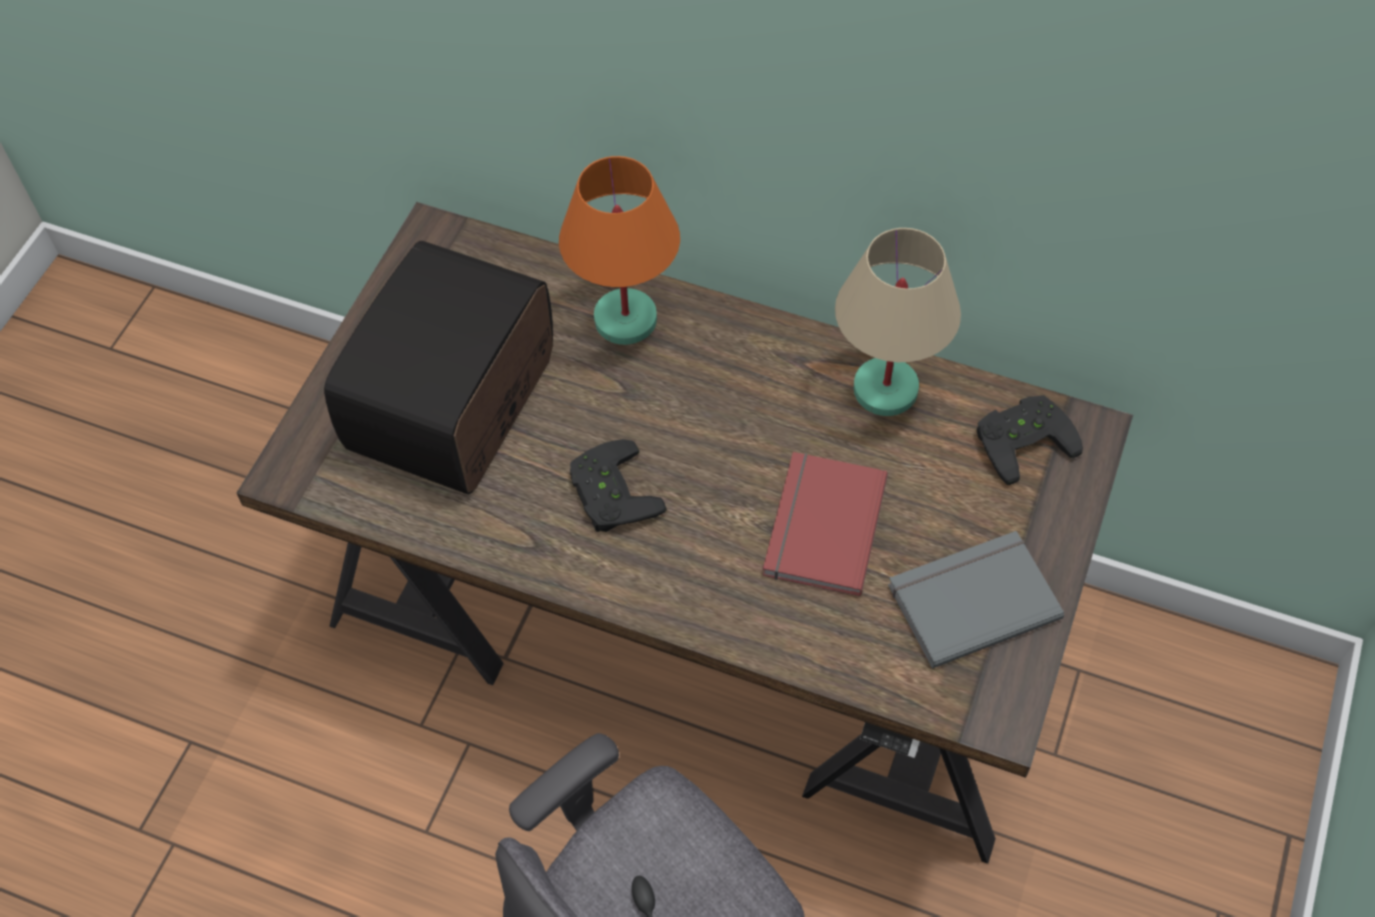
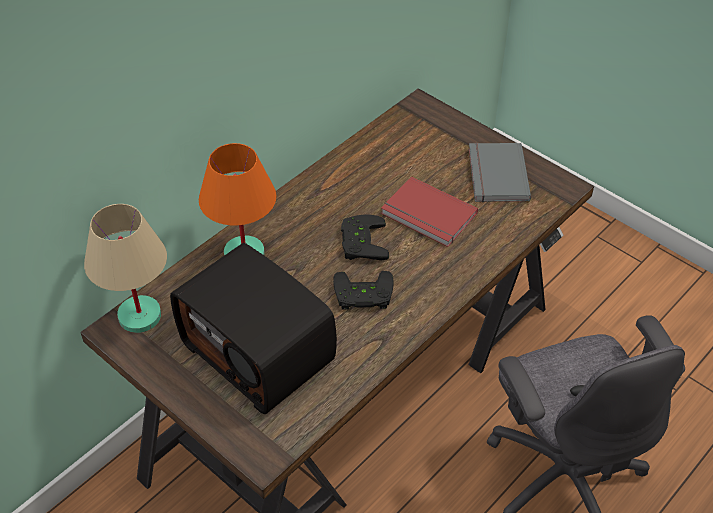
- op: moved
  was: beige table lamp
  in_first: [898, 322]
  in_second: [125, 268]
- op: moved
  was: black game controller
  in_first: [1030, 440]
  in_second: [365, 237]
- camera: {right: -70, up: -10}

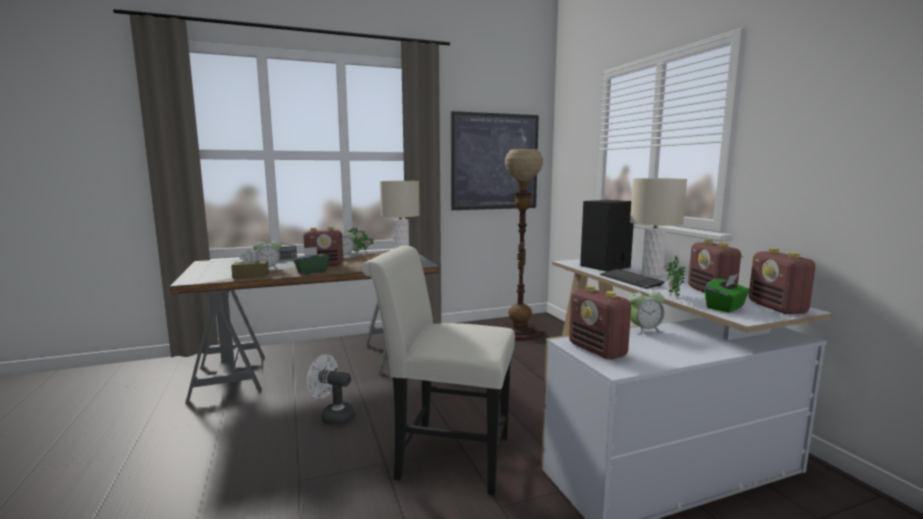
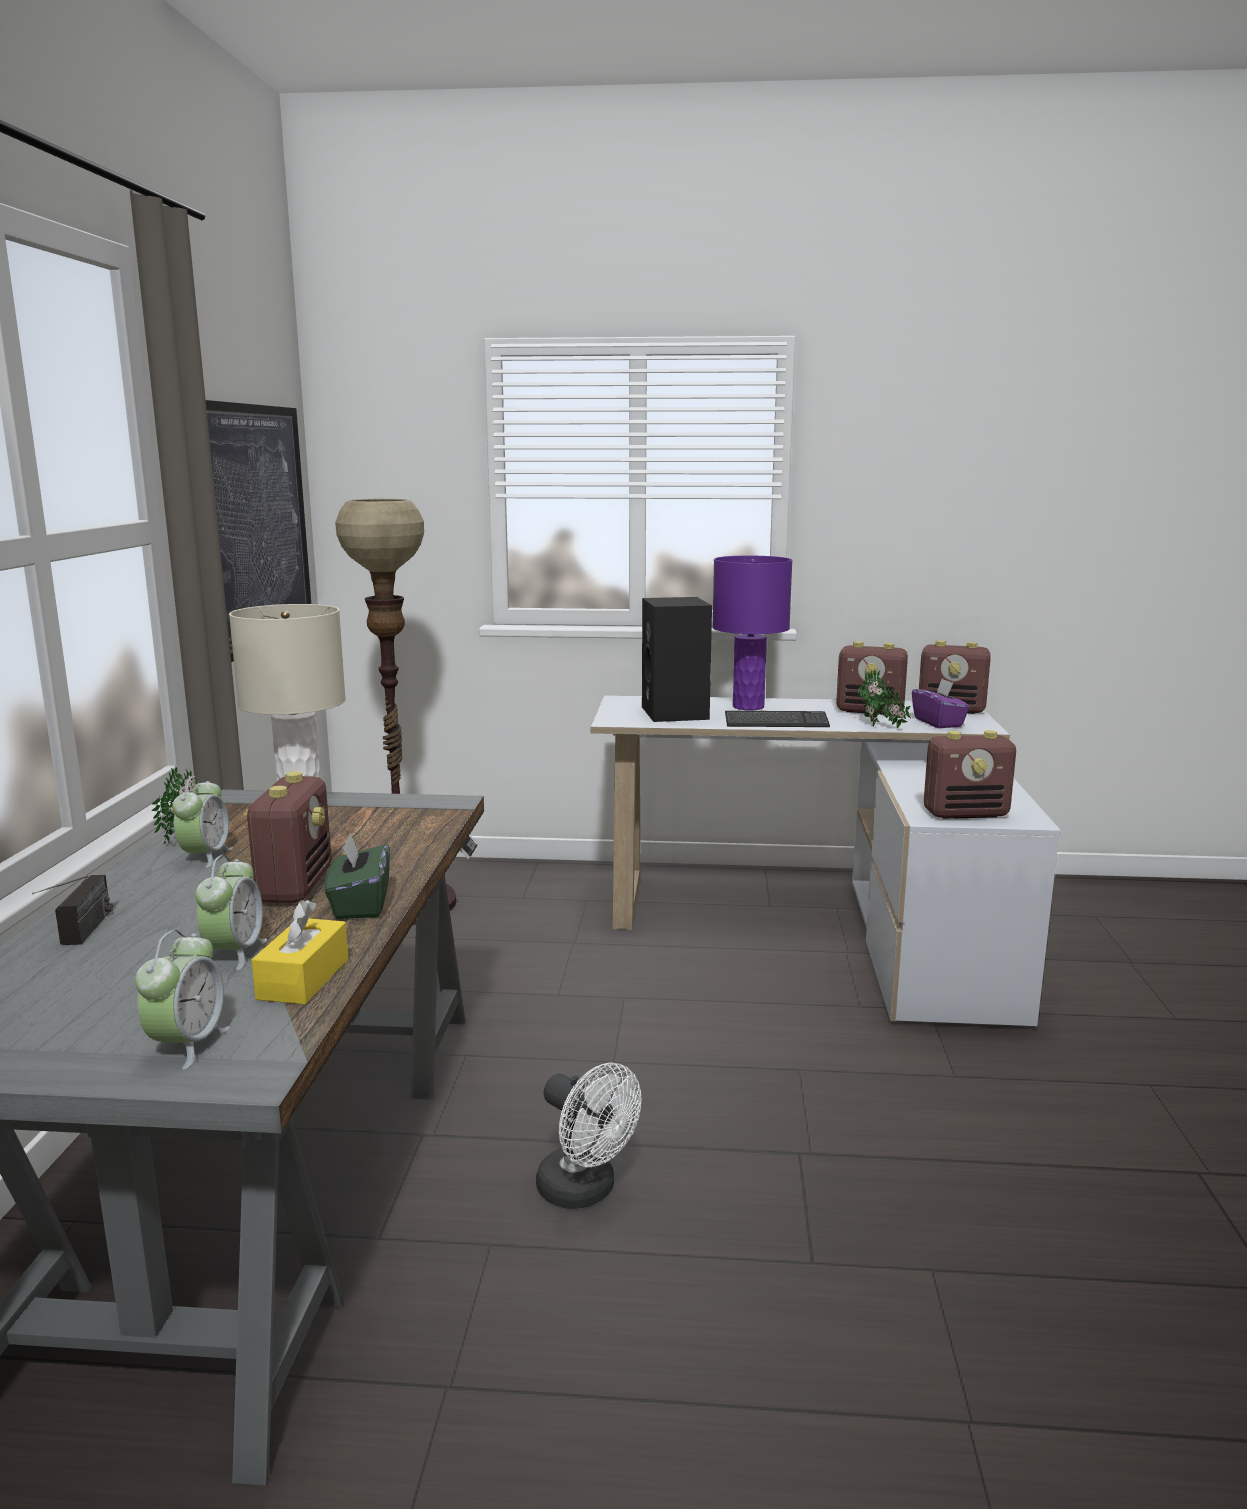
- op: recoloured
  was: brown tissue box
  now: yellow tissue box
  in_first: [250, 264]
  in_second: [300, 952]
- op: turned
  was: white fan
  in_first: [331, 389]
  in_second: [589, 1136]
  clockwise: -90
- op: removed
  was: white chair
  in_first: [438, 370]
- op: moved
  was: alarm clock
  in_first: [647, 310]
  in_second: [182, 1000]
- op: recoloured
  was: beige table lamp
  now: purple table lamp
  in_first: [658, 227]
  in_second: [752, 633]
- op: recoloured
  was: green tissue box
  now: purple tissue box
  in_first: [727, 293]
  in_second: [941, 703]
- camera: {right: -65, up: 5}

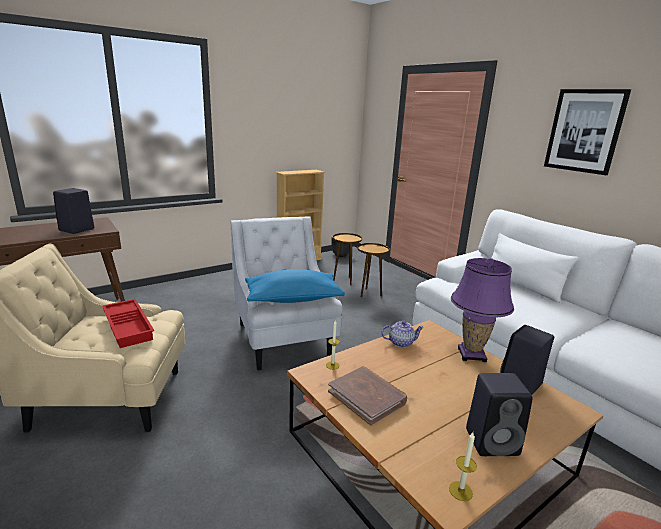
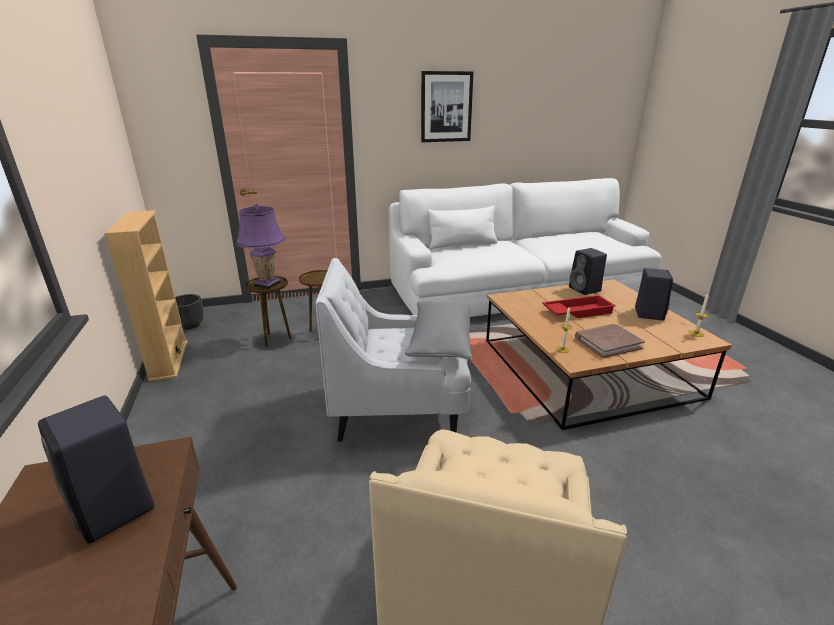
- op: moved
  was: red tray
  in_first: [128, 323]
  in_second: [579, 306]
- op: recoloured
  was: blue pillow
  now: grey pillow
  in_first: [295, 286]
  in_second: [438, 331]
- op: removed
  was: teapot
  in_first: [402, 334]
- op: moved
  was: purple table lamp
  in_first: [482, 310]
  in_second: [260, 246]
- camera: {right: -70, up: 5}

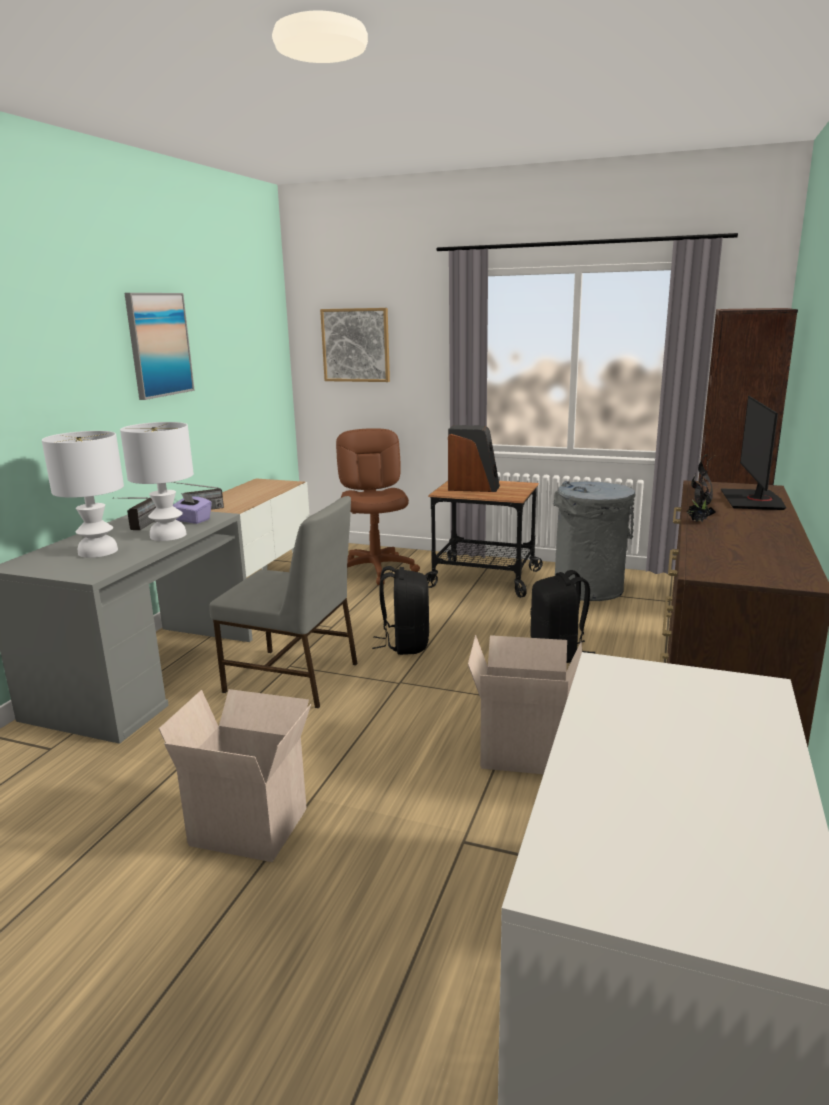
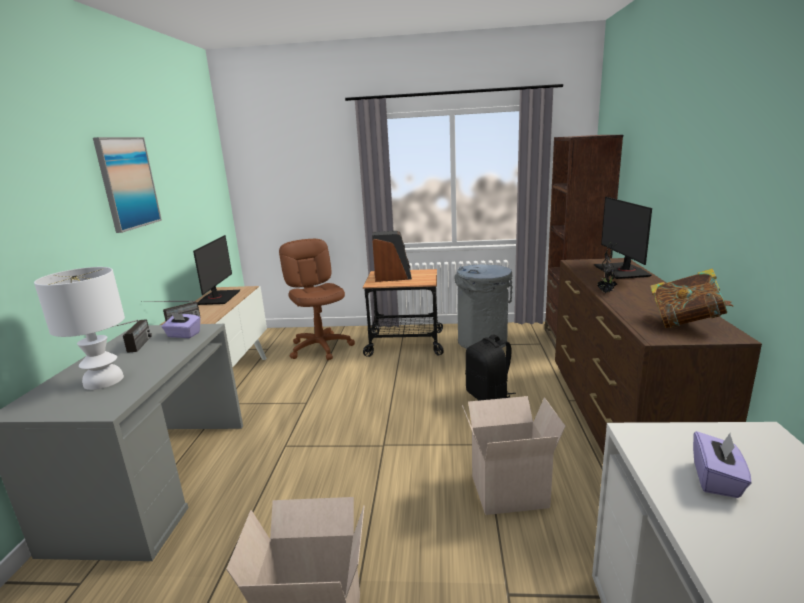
- op: removed
  was: white table lamp
  in_first: [157, 481]
- op: removed
  was: grey chair
  in_first: [283, 602]
- op: removed
  was: picture
  in_first: [355, 345]
- op: removed
  was: black backpack
  in_first: [400, 610]
- op: added
  now: monitor
  in_second: [216, 270]
- op: added
  now: book
  in_second: [691, 298]
- op: added
  now: purple tissue box
  in_second: [722, 464]
- camera: {right: -15, up: 0}

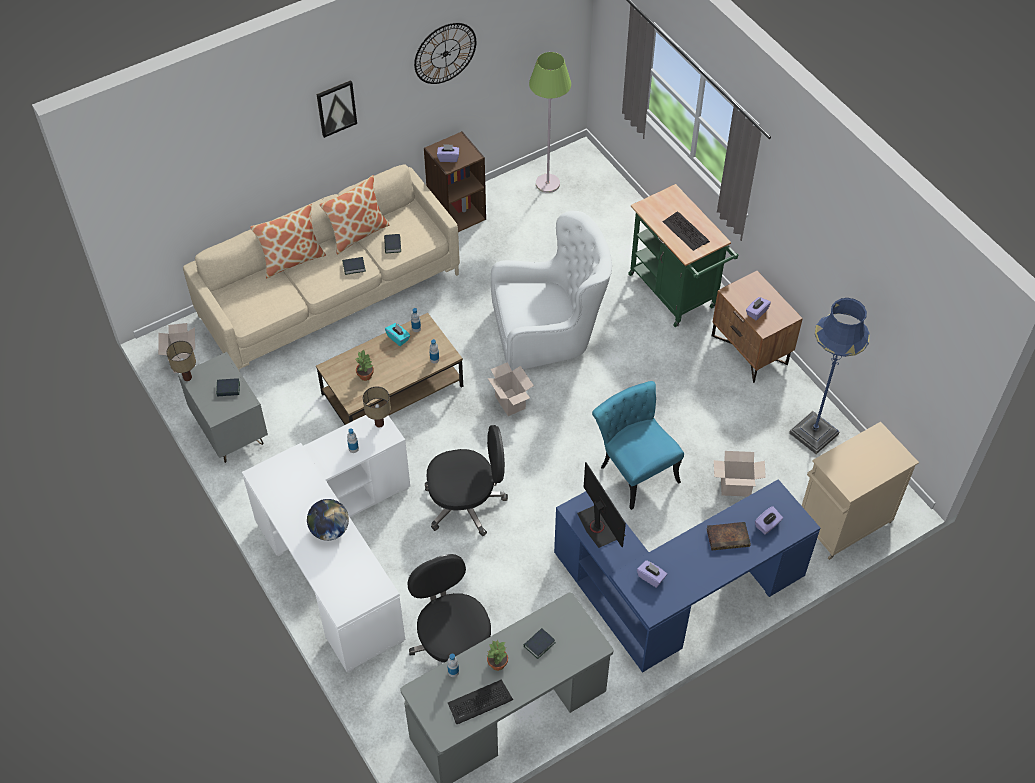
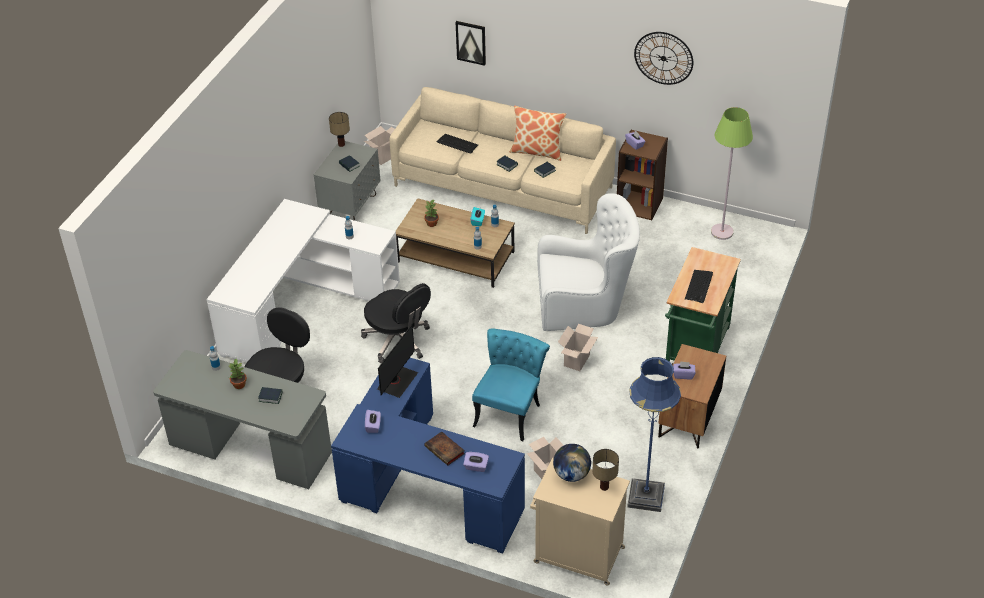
- op: removed
  was: pillow
  in_first: [288, 241]
- op: moved
  was: globe
  in_first: [328, 520]
  in_second: [572, 463]
- op: moved
  was: picture
  in_first: [336, 109]
  in_second: [471, 43]
- op: moved
  was: table lamp
  in_first: [377, 407]
  in_second: [605, 470]
- op: moved
  was: keyboard
  in_first: [480, 701]
  in_second: [457, 143]
- op: moved
  was: cardboard box
  in_first: [511, 389]
  in_second: [578, 347]
- op: turned
  was: white armchair
  in_first: [551, 291]
  in_second: [588, 262]
  clockwise: -45
- camera: {right: 55, up: -10}

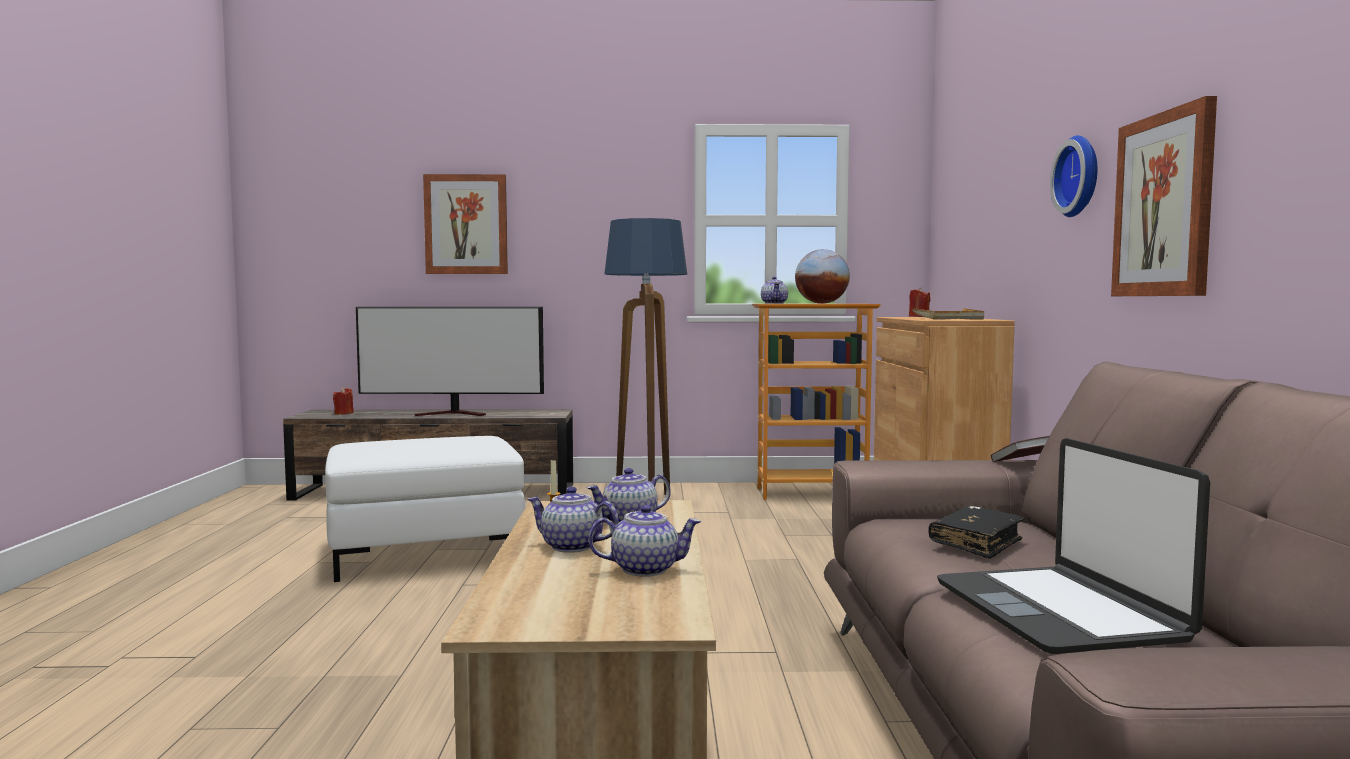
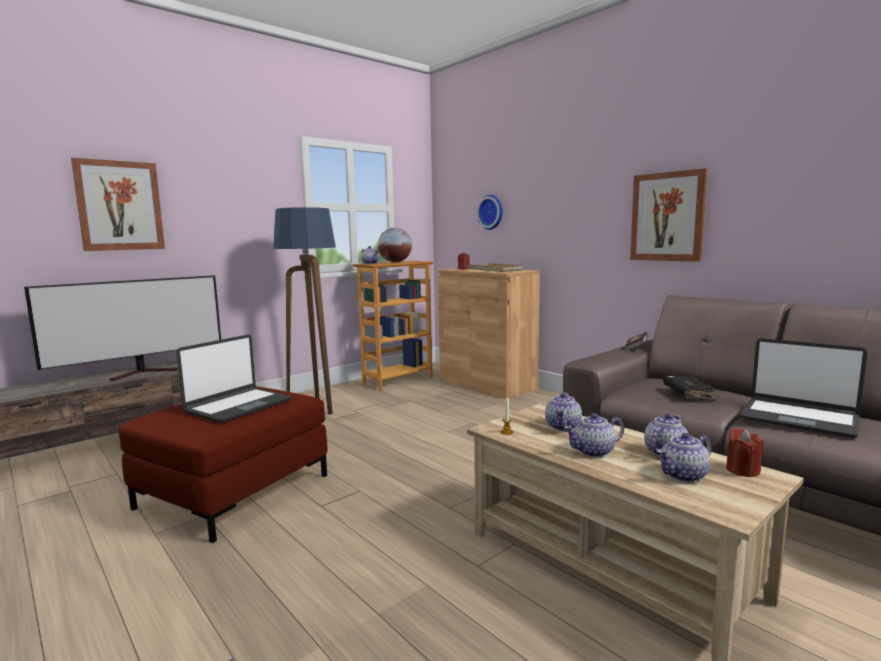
- op: recoloured
  was: white ottoman
  now: red ottoman
  in_first: [425, 509]
  in_second: [223, 464]
- op: moved
  was: red candle
  in_first: [343, 401]
  in_second: [744, 452]
- op: moved
  was: wall clock
  in_first: [1073, 176]
  in_second: [489, 212]
- op: added
  now: laptop
  in_second: [234, 379]
- op: added
  now: teapot
  in_second: [685, 457]
- camera: {right: -40, up: 5}

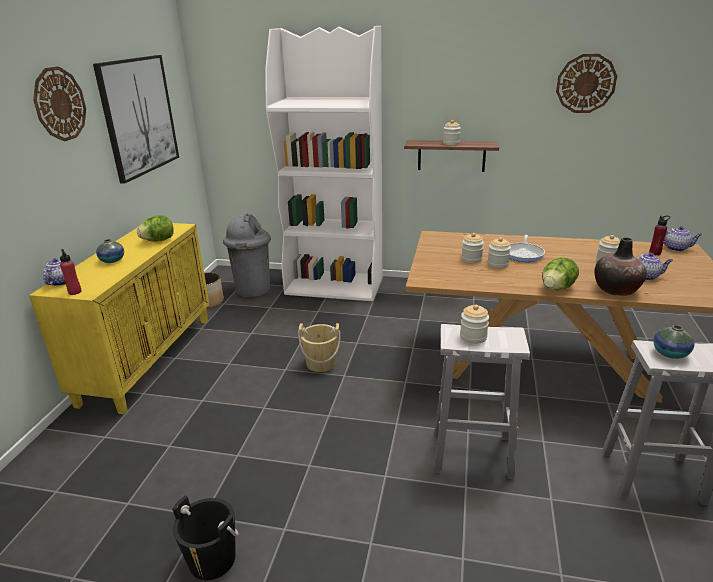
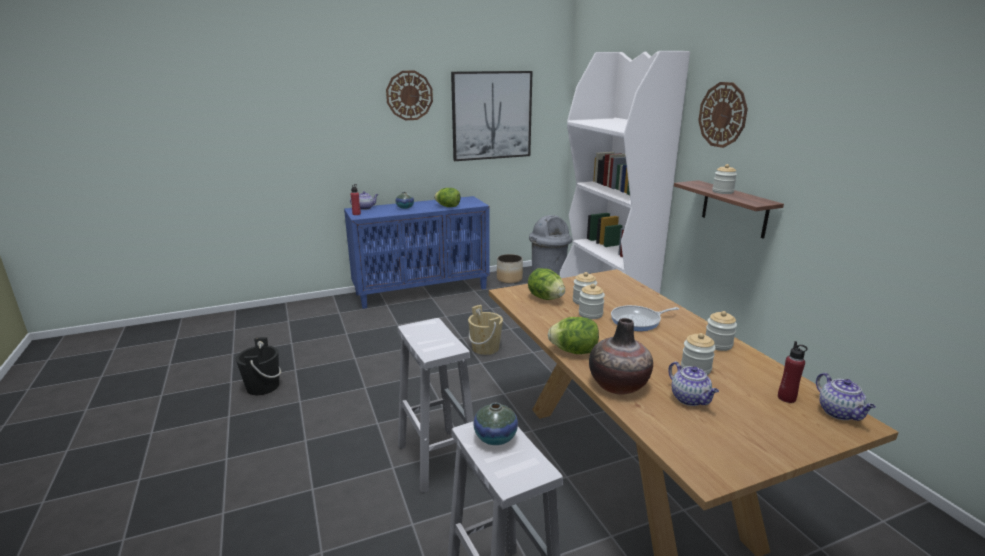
- op: recoloured
  was: yellow cabinet
  now: blue cabinet
  in_first: [119, 319]
  in_second: [417, 252]
- op: moved
  was: jar
  in_first: [474, 324]
  in_second: [721, 331]
- op: moved
  was: wall clock
  in_first: [586, 83]
  in_second: [723, 115]
- op: added
  now: lettuce
  in_second: [546, 284]
- camera: {right: 55, up: -5}

